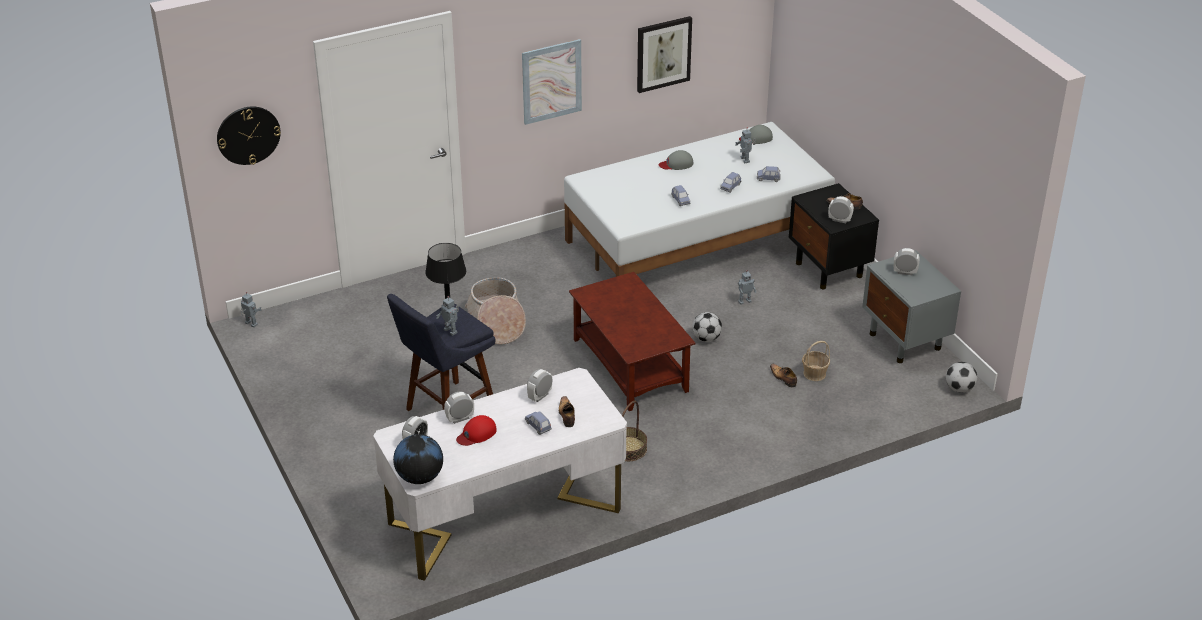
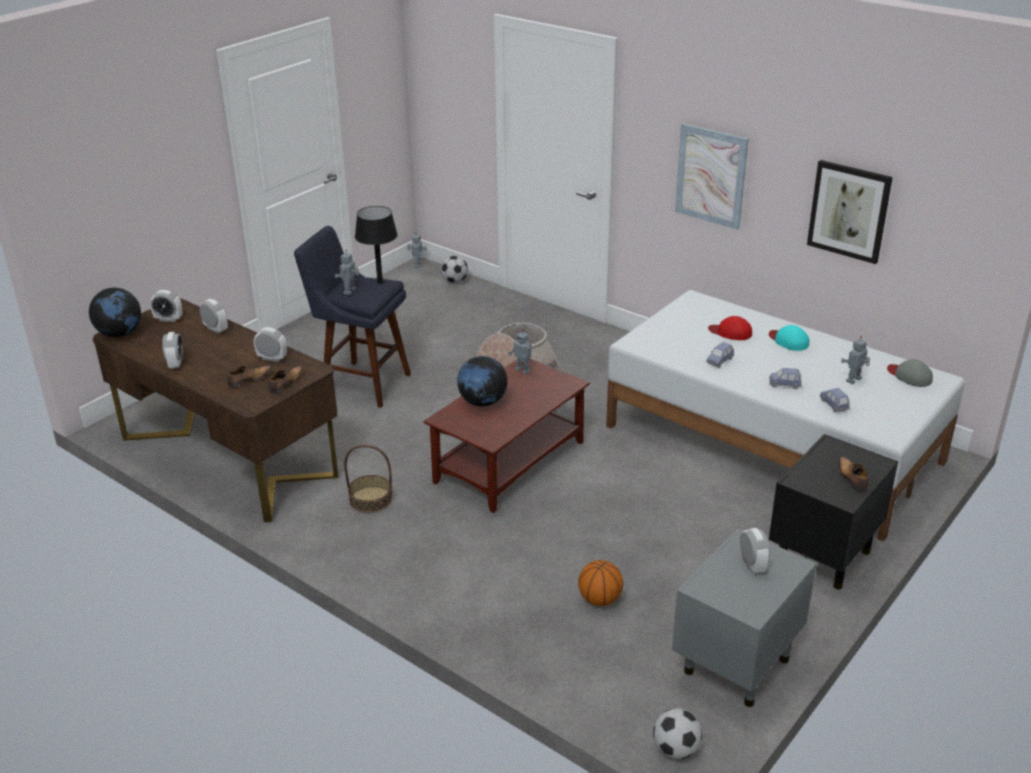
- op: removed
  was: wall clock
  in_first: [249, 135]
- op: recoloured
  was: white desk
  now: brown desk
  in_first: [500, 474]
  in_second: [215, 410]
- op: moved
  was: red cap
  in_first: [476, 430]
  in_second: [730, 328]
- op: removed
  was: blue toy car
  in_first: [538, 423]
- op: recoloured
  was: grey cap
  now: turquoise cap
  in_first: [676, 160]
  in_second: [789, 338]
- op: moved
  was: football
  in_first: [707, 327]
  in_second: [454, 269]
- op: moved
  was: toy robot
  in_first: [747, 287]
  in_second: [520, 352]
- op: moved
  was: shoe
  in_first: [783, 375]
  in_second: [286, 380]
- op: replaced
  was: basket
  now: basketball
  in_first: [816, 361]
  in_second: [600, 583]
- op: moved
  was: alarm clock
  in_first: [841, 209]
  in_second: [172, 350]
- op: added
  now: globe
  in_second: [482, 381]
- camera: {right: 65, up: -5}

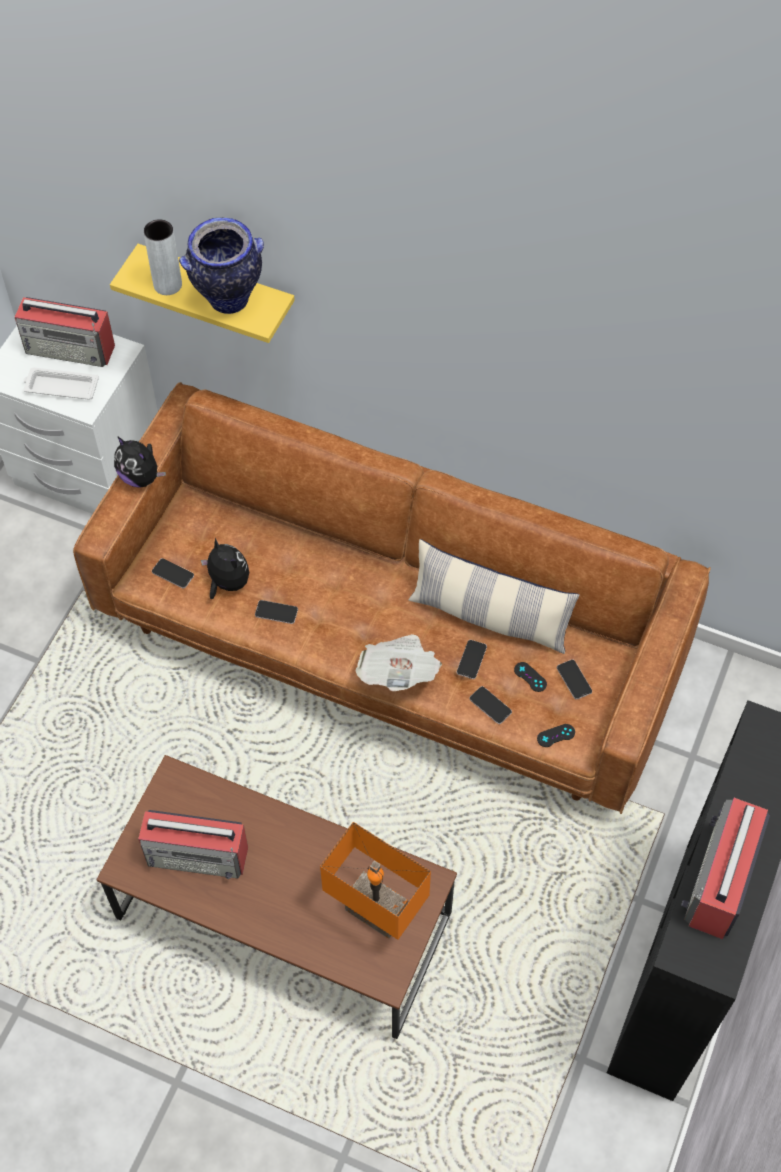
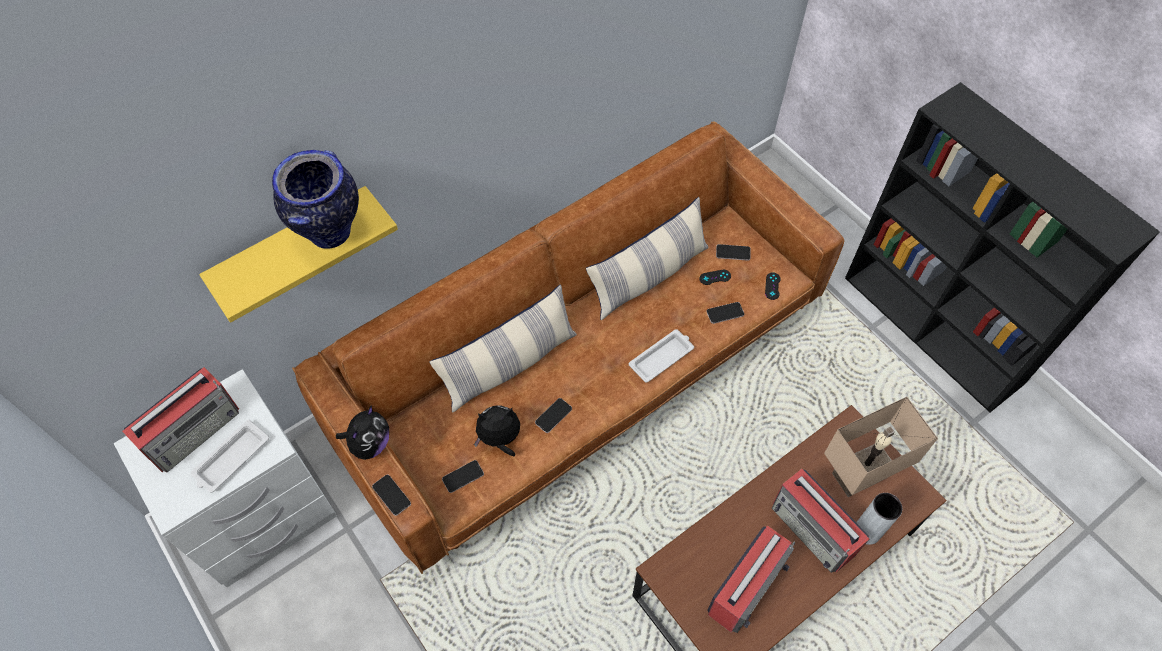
- op: turned
  was: plush toy
  in_first: [140, 462]
  in_second: [362, 432]
  clockwise: -45
- op: moved
  was: grey vase
  in_first: [162, 257]
  in_second: [879, 519]
- op: recoloured
  was: orange table lamp
  now: beige table lamp
  in_first: [375, 881]
  in_second: [881, 447]
- op: replaced
  was: newspaper
  now: white tray
  in_first: [398, 662]
  in_second: [661, 356]
- op: moved
  was: phone
  in_first: [472, 659]
  in_second: [391, 495]
- op: moved
  was: radio
  in_first: [725, 868]
  in_second: [820, 521]
- op: added
  now: pillow
  in_second: [503, 349]
- camera: {right: -60, up: 0}

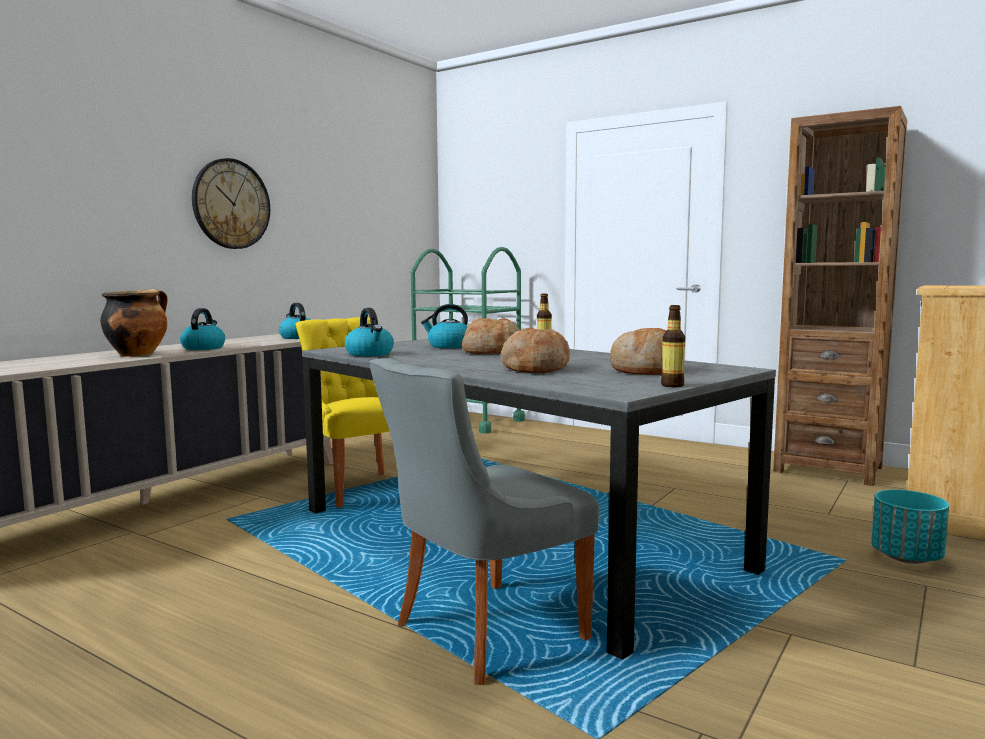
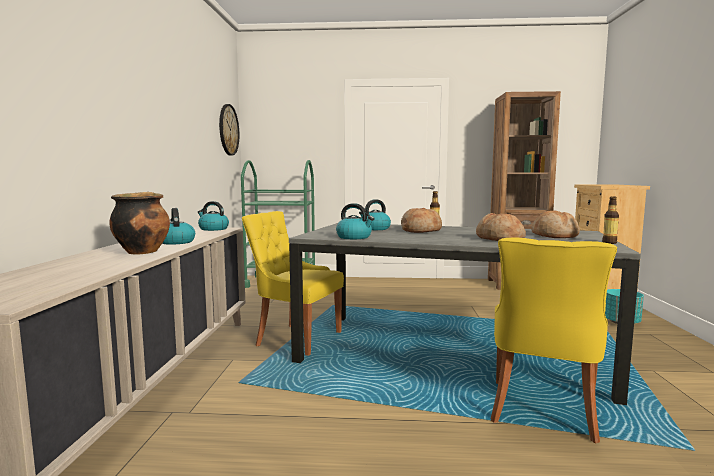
- op: moved
  was: wall clock
  in_first: [231, 203]
  in_second: [229, 130]
- op: recoloured
  was: grey chair
  now: yellow chair
  in_first: [484, 521]
  in_second: [553, 340]
- camera: {right: -30, up: 0}

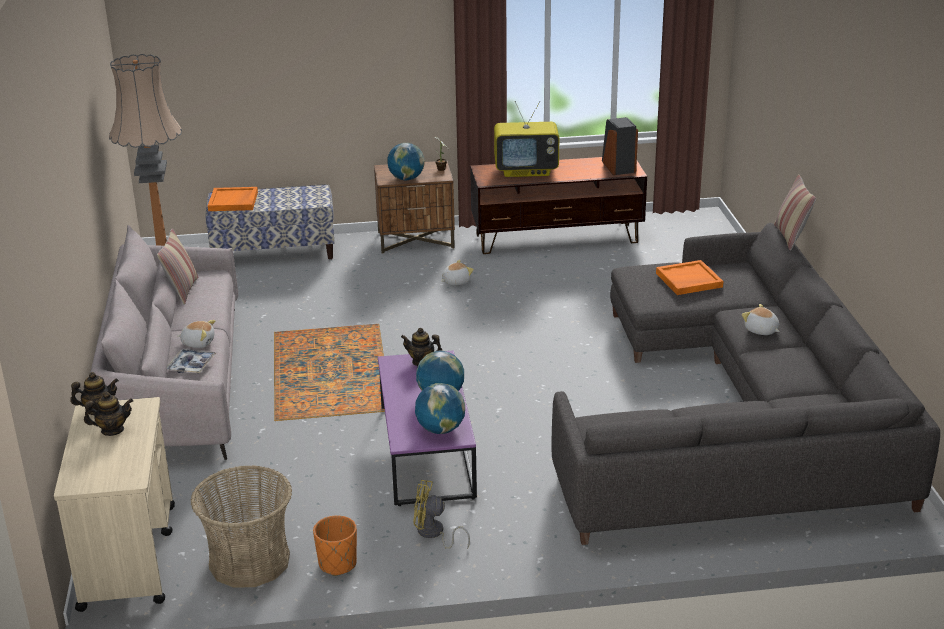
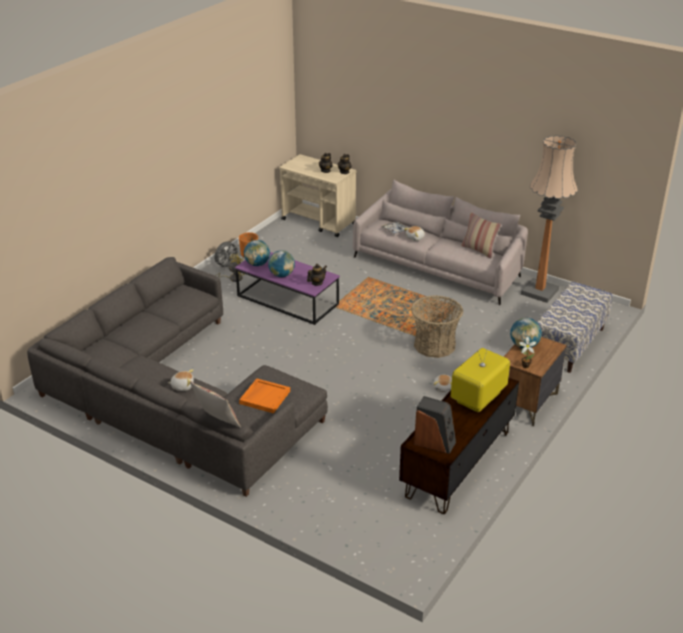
- op: moved
  was: basket
  in_first: [241, 526]
  in_second: [437, 327]
- op: removed
  was: orange tray
  in_first: [233, 199]
- op: added
  now: grey fan
  in_second: [227, 255]
- camera: {right: 130, up: 5}

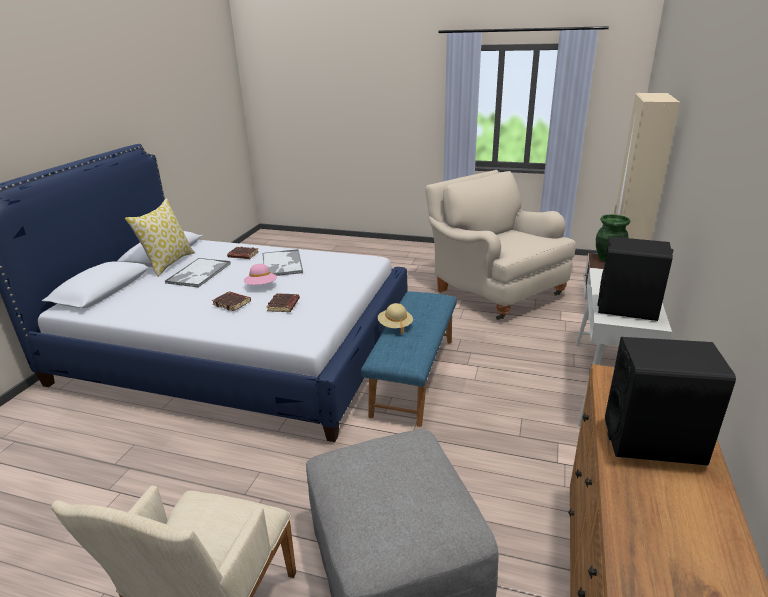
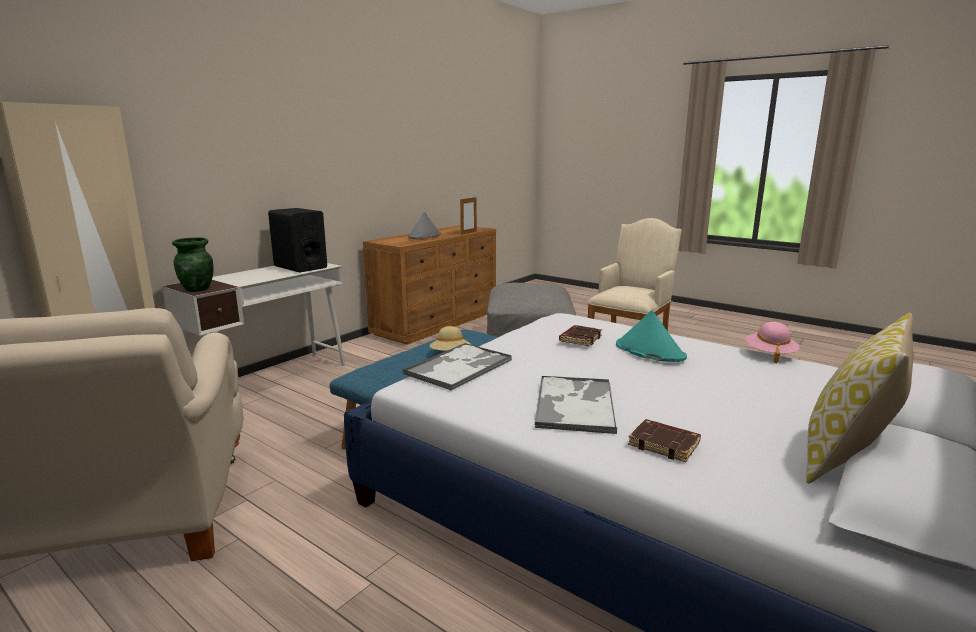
- op: moved
  was: tray
  in_first: [198, 273]
  in_second: [457, 367]
- op: replaced
  was: brown book
  now: turquoise hat
  in_first: [231, 301]
  in_second: [651, 336]
- op: moved
  was: pink hat
  in_first: [260, 274]
  in_second: [772, 342]
- op: replaced
  was: black speaker
  now: grey hat
  in_first: [670, 401]
  in_second: [424, 225]
- op: added
  now: picture frame
  in_second: [468, 216]
- camera: {right: -160, up: -10}

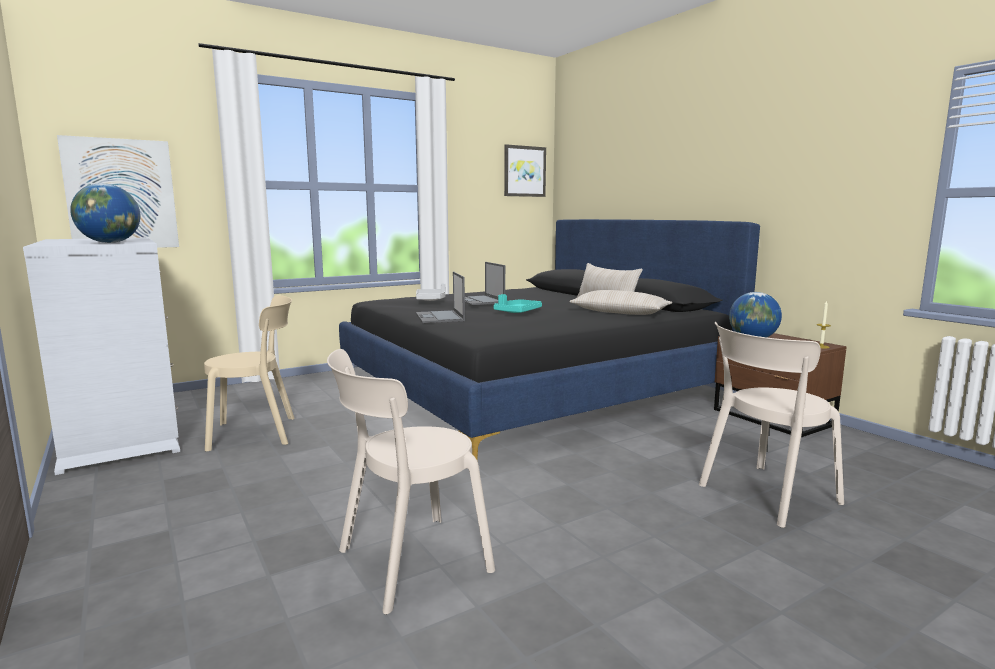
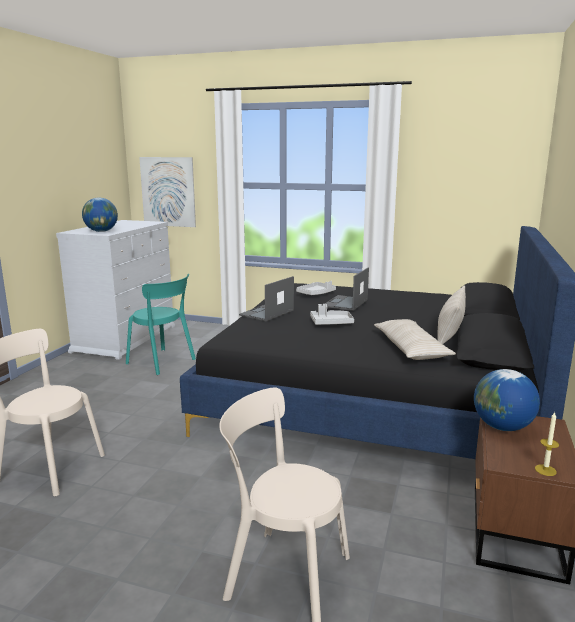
- op: recoloured
  was: beige chair
  now: turquoise chair
  in_first: [249, 373]
  in_second: [161, 324]
- op: recoloured
  was: turquoise tray
  now: grey tray
  in_first: [517, 303]
  in_second: [332, 314]
- op: removed
  was: picture
  in_first: [525, 170]
- camera: {right: 50, up: 5}

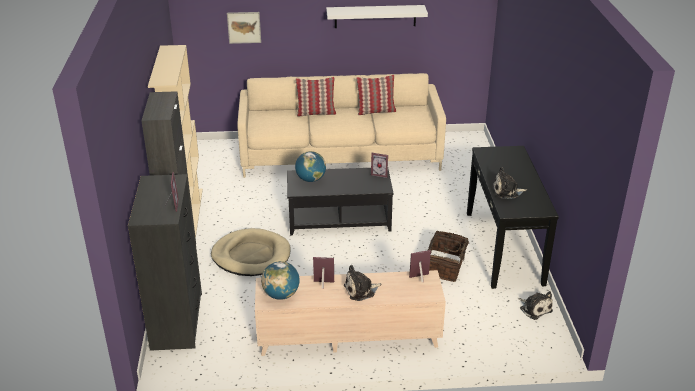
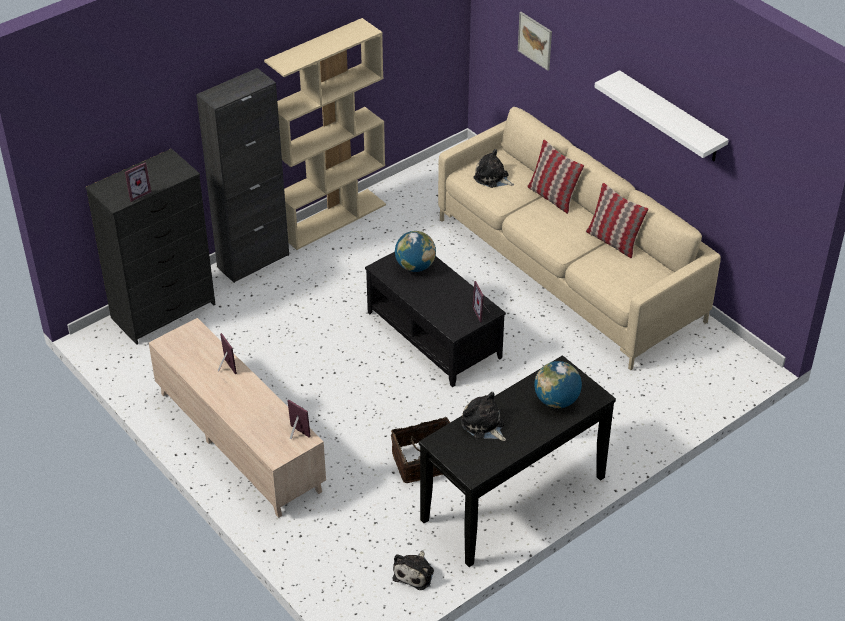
- op: removed
  was: beige dog bed
  in_first: [250, 252]
- op: moved
  was: globe
  in_first: [280, 280]
  in_second: [558, 384]
- op: moved
  was: plush toy
  in_first: [362, 283]
  in_second: [494, 168]
- camera: {right: 55, up: 10}

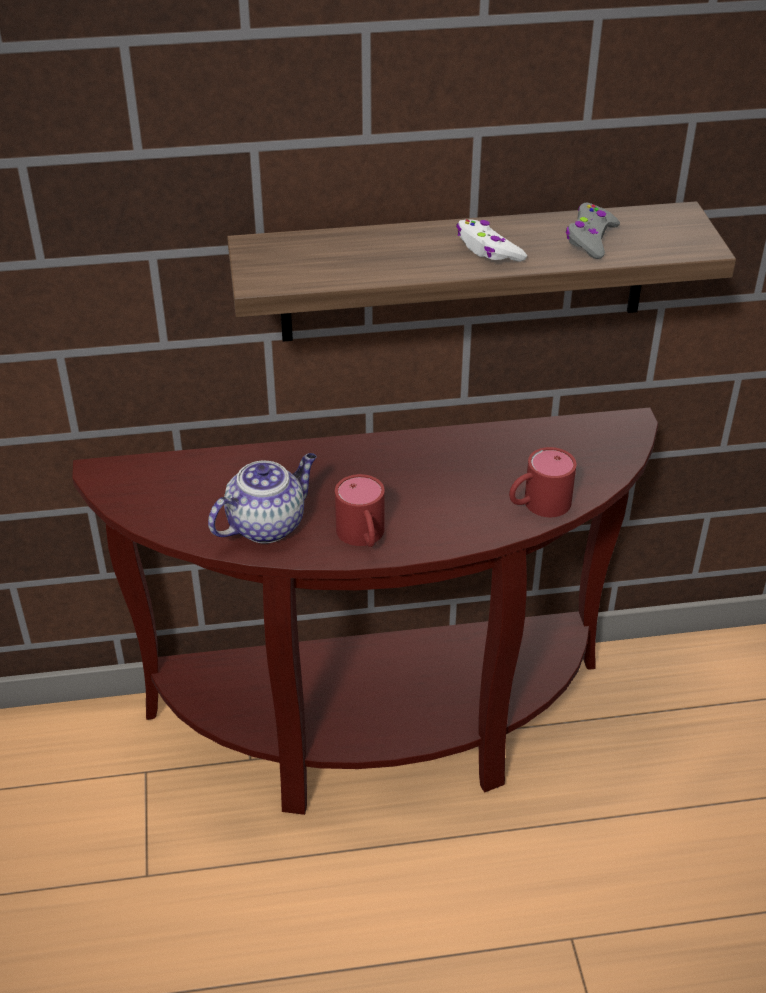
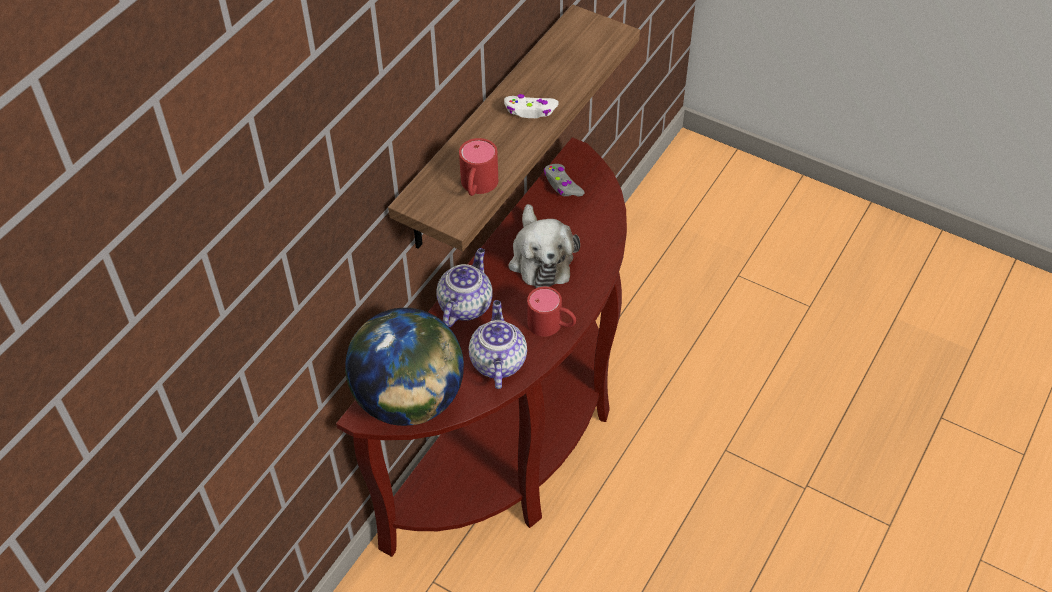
- op: moved
  was: red mug
  in_first: [542, 482]
  in_second: [478, 167]
- op: moved
  was: grey game controller
  in_first: [593, 231]
  in_second: [564, 180]
- op: added
  now: globe
  in_second: [404, 367]
- op: added
  now: teapot
  in_second: [465, 287]
- op: added
  now: plush toy
  in_second: [544, 246]
- camera: {right: -50, up: 10}

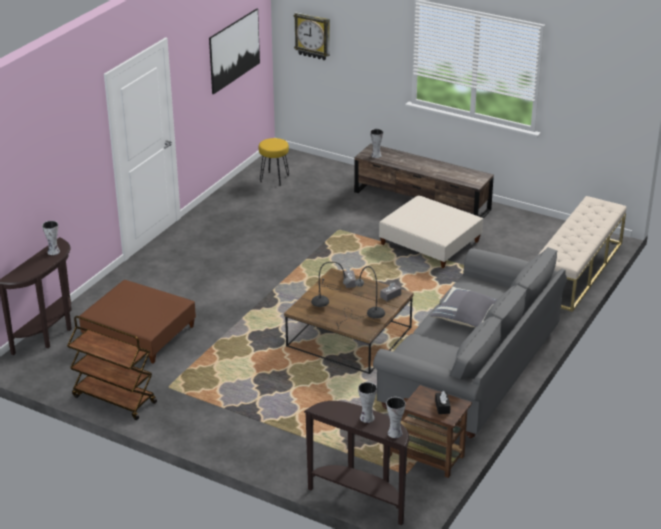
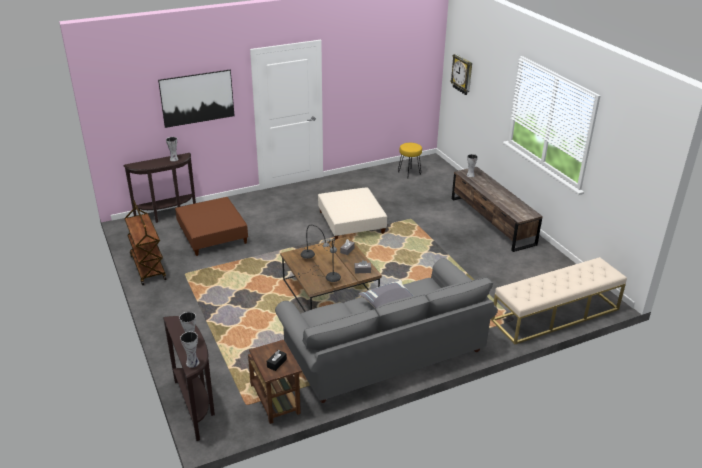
- op: moved
  was: picture
  in_first: [234, 51]
  in_second: [196, 99]
- op: moved
  was: beige ottoman
  in_first: [431, 231]
  in_second: [352, 214]
- camera: {right: 35, up: 0}

